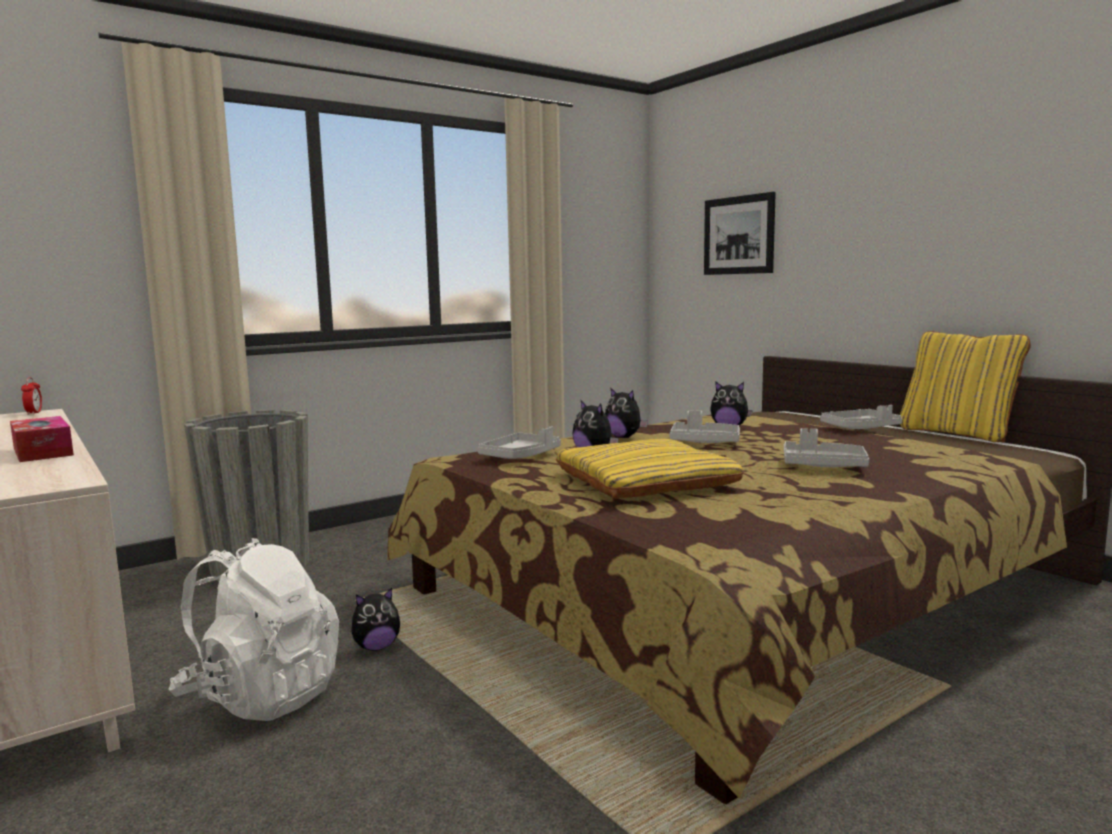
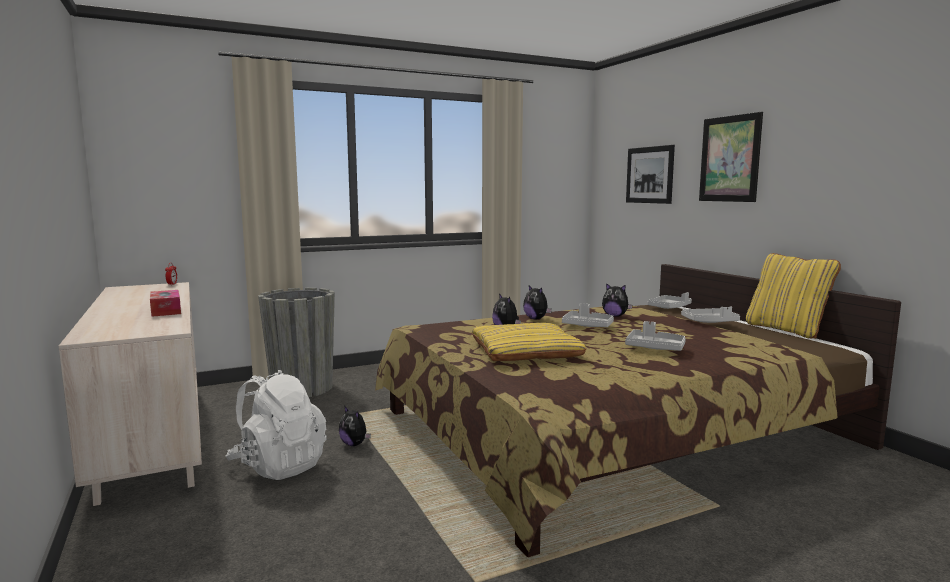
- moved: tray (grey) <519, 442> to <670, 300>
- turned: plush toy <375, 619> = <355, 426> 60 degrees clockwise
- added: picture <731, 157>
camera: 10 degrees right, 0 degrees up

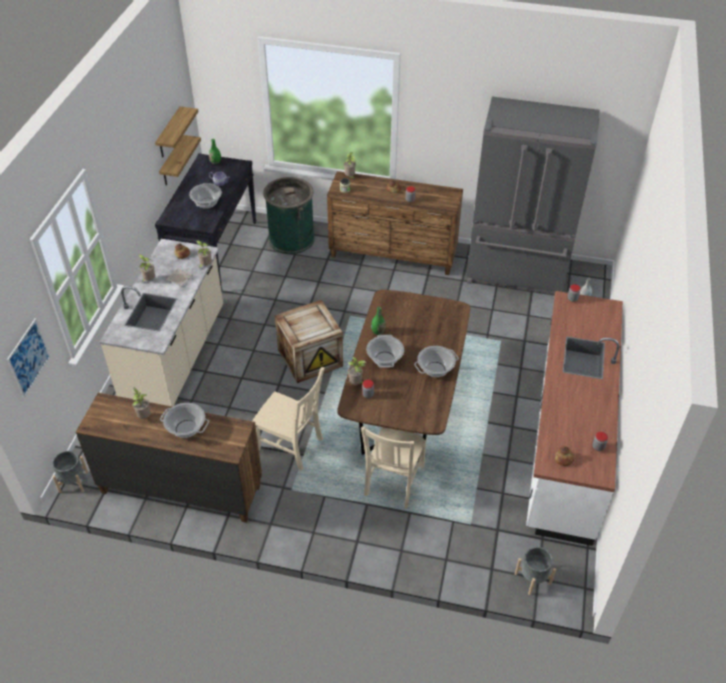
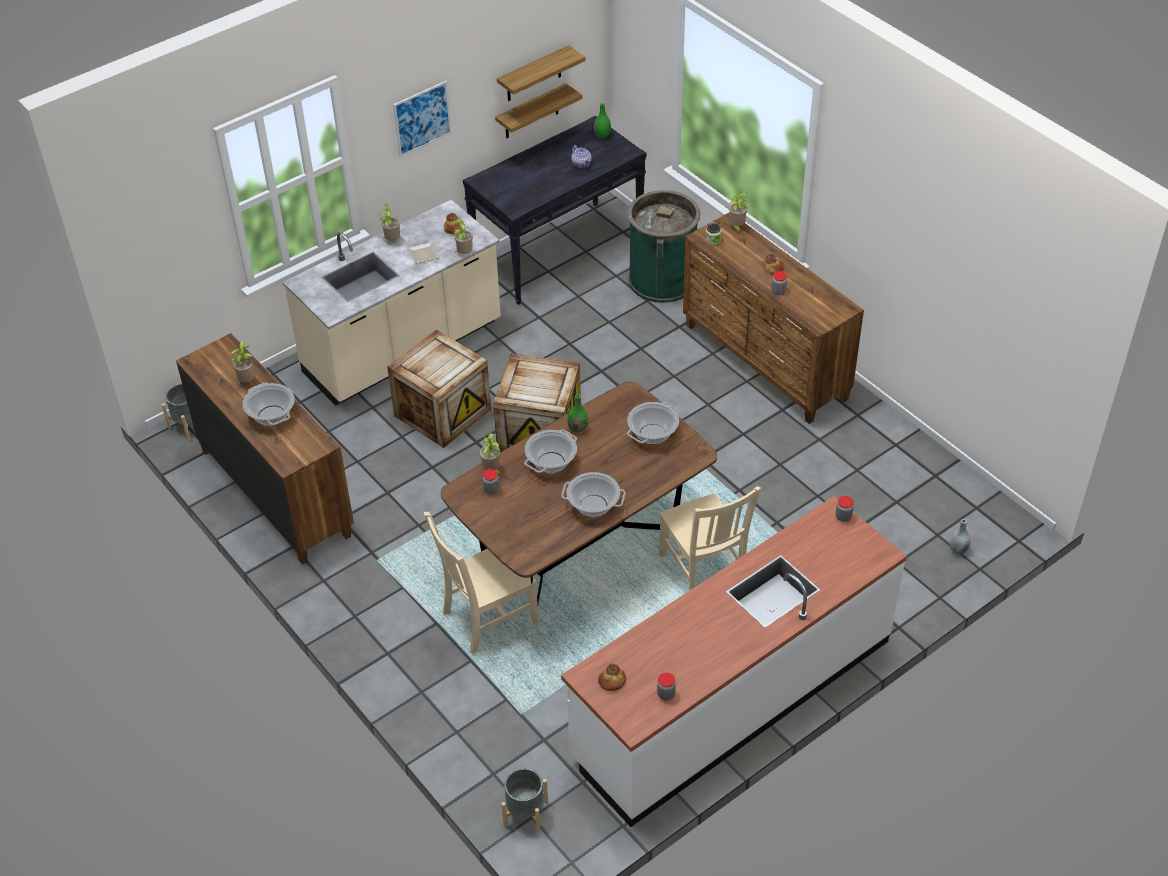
- removed: fridge (grey) <533, 195>
- moved: cooking pot <205, 196> to <653, 423>
- moved: picture <28, 358> to <422, 119>
- moved: chair (beige) <288, 419> to <710, 538>
- added: crate <439, 389>
camera: 40 degrees right, 0 degrees up

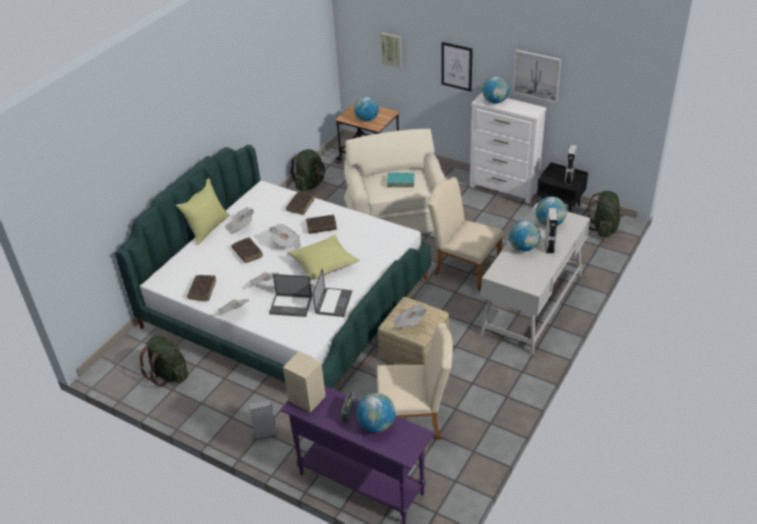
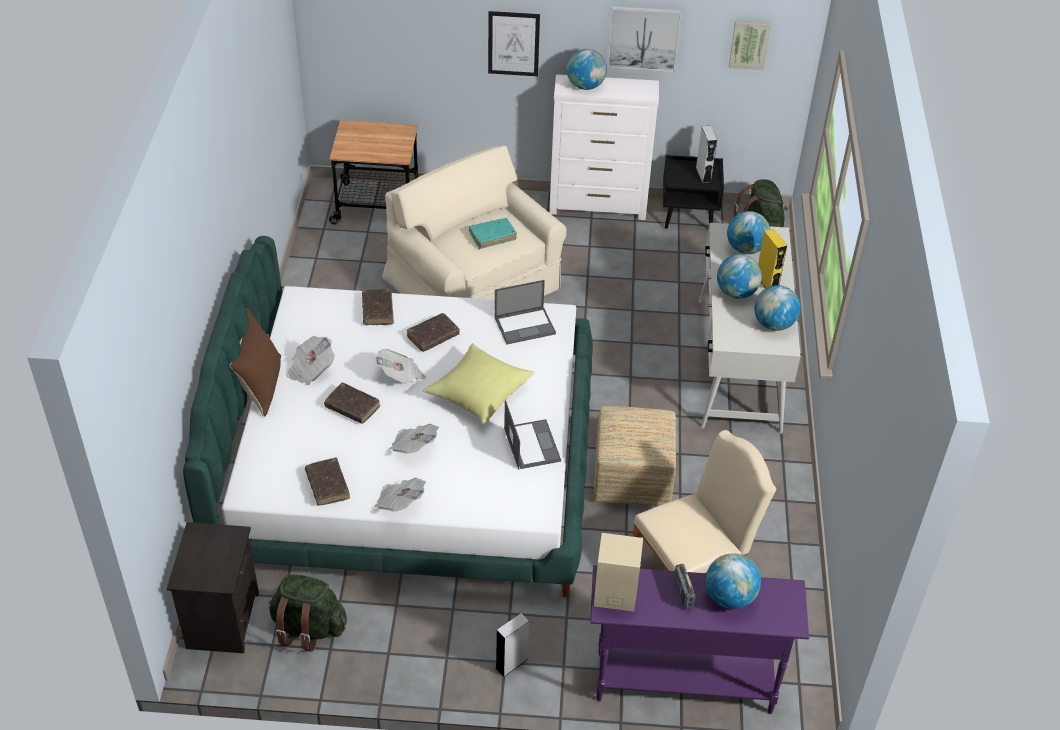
- moved: picture <391, 50> to <750, 45>
- moved: globe <366, 108> to <777, 308>
- removed: backpack (green) <307, 170>
- removed: chair (beige) <465, 234>
- recoloured: pillow (yellow) <203, 211> to pillow (brown) <255, 362>
- recoloured: speaker (grey) <551, 231> to speaker (yellow) <772, 259>
- moved: laptop <290, 295> to <525, 312>
- removed: newspaper <410, 317>
- added: nightstand (black) <213, 587>
camera: 30 degrees left, 5 degrees up

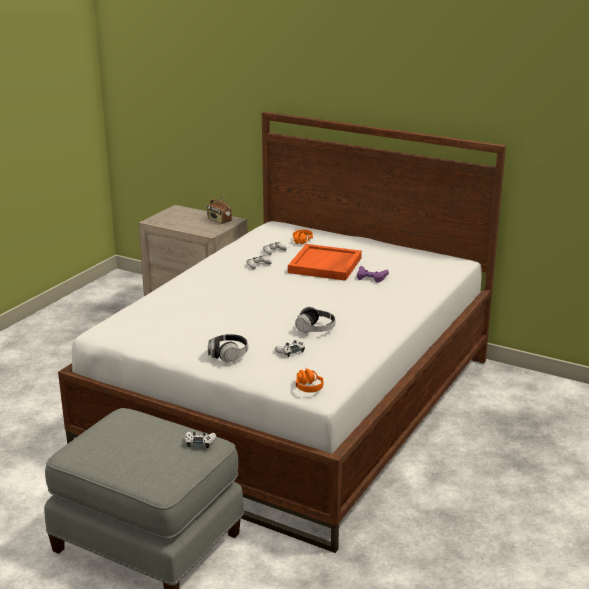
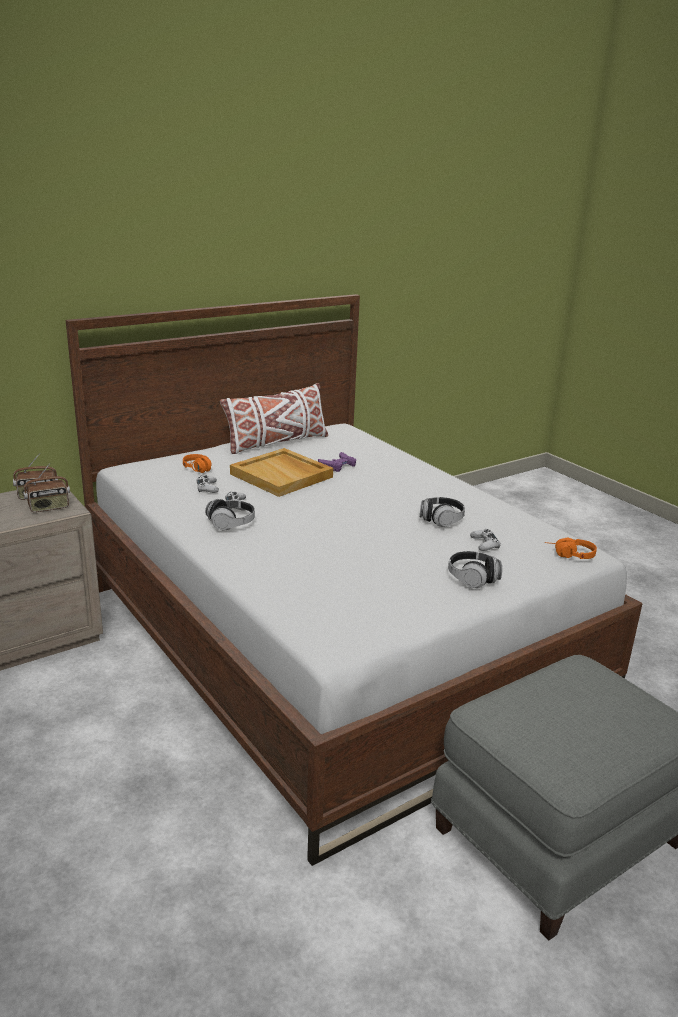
- recoloured: tray (orange) <325, 262> to tray (beige) <281, 472>
- removed: game controller (white) <200, 440>
- added: pillow (white) <274, 418>
- added: radio <46, 487>
- added: headphones <230, 514>
camera: 65 degrees left, 0 degrees up

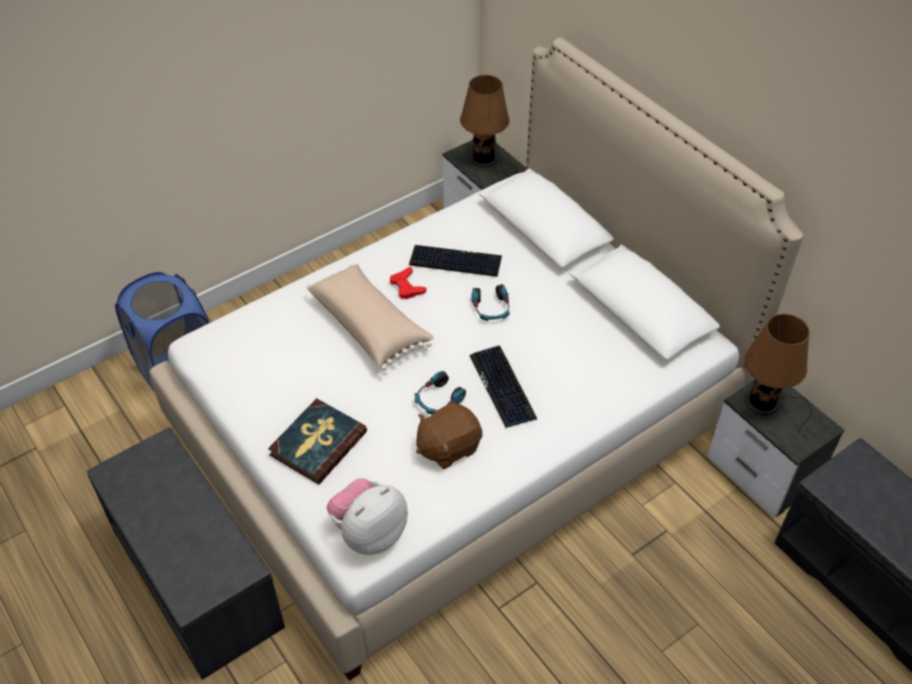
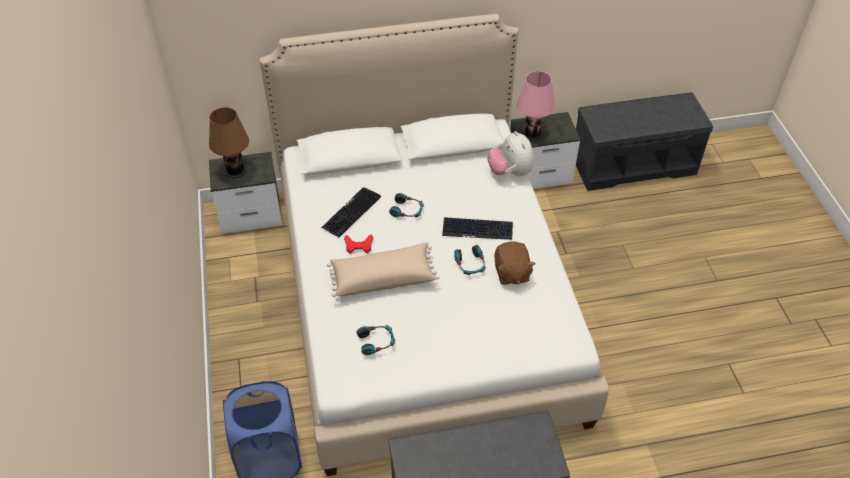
- recoloured: table lamp (brown) <778, 375> to table lamp (pink) <541, 106>
- removed: book <317, 441>
- moved: plush toy <367, 516> to <510, 154>
- added: headphones <375, 340>
camera: 65 degrees left, 0 degrees up

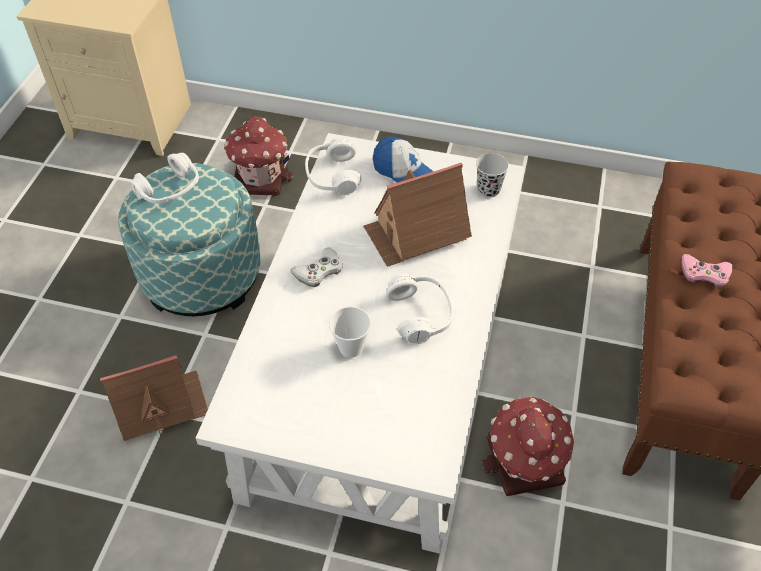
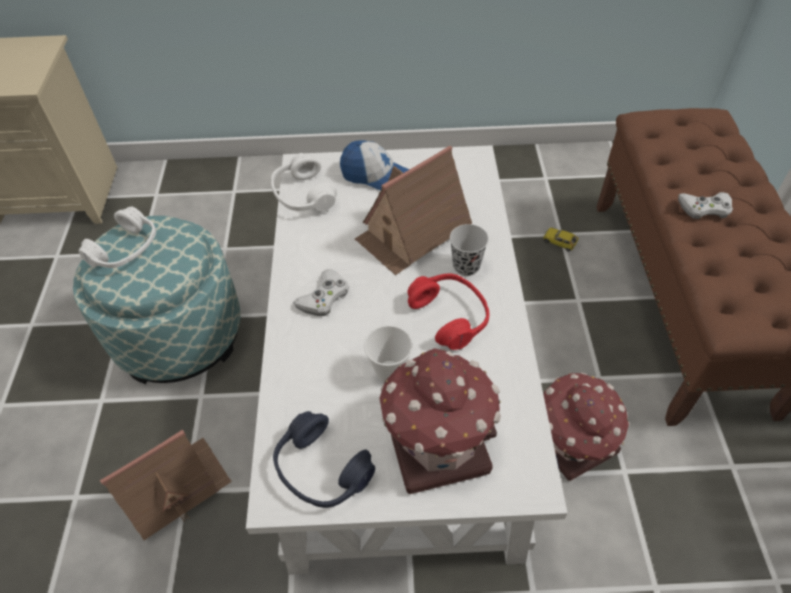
- moved: toy house <258, 156> to <440, 421>
- moved: cup (black) <492, 175> to <469, 250>
- recoloured: game controller (pink) <707, 270> to game controller (white) <705, 205>
- recoloured: headphones (white) <419, 308> to headphones (red) <448, 312>
- added: toy car <561, 239>
- added: headphones (blue) <324, 459>
camera: 15 degrees left, 0 degrees up

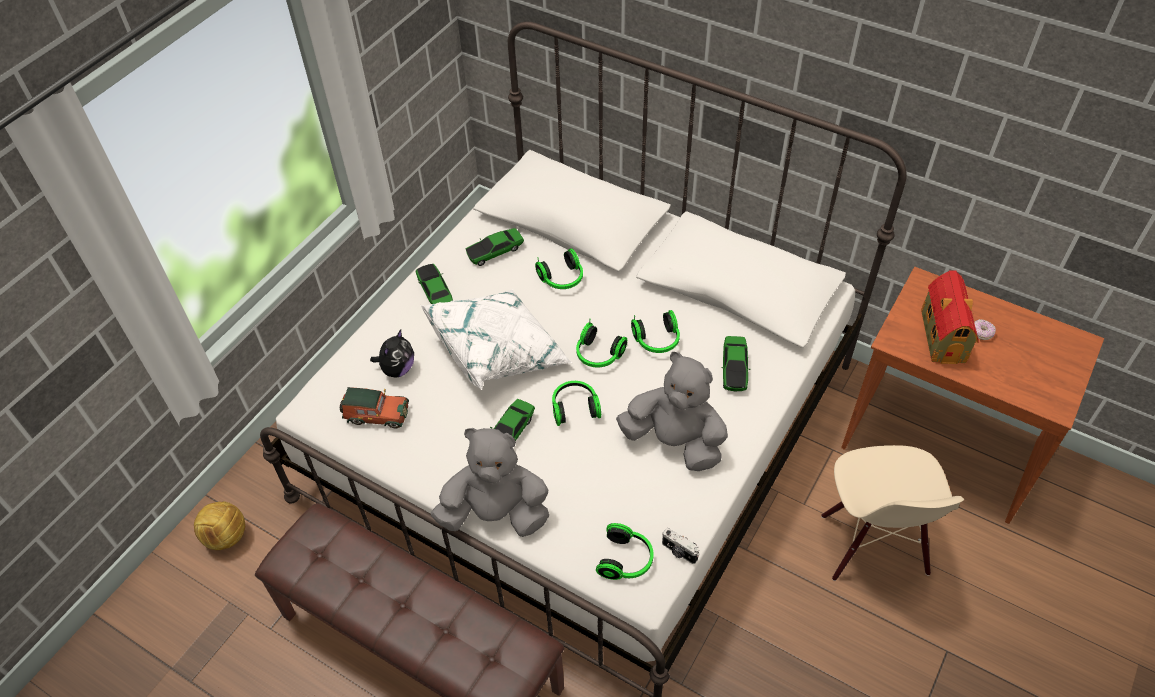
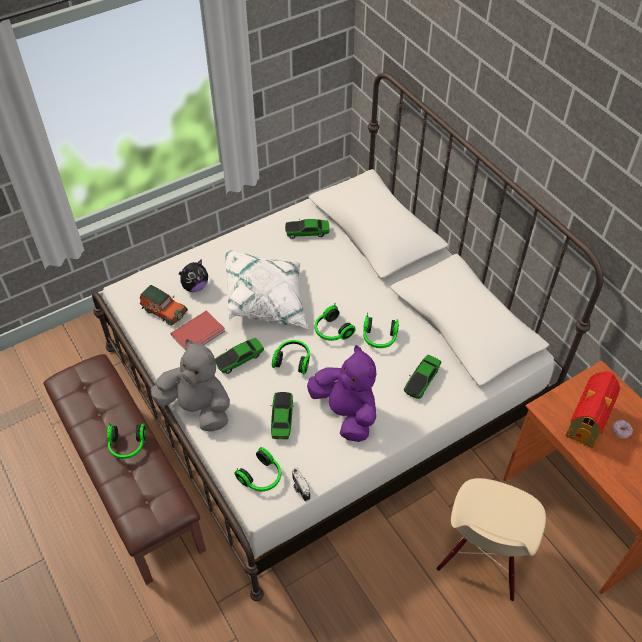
- moved: headphones <559, 268> to <126, 440>
- moved: toy car <434, 284> to <282, 415>
- recoloured: plush toy (grey) <672, 411> to plush toy (purple) <341, 393>
- removed: football <219, 525>
- added: book (red) <197, 330>
camera: 25 degrees right, 0 degrees up

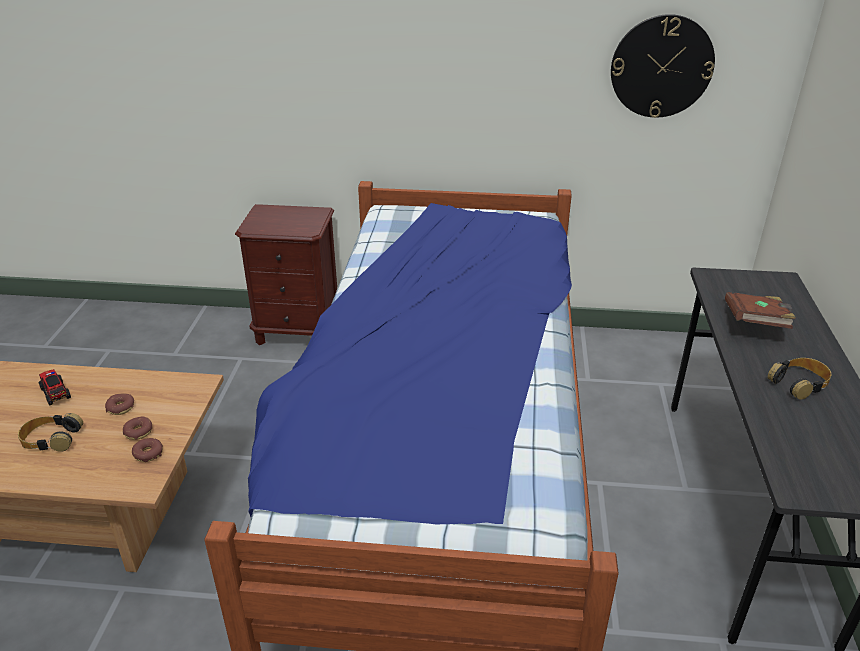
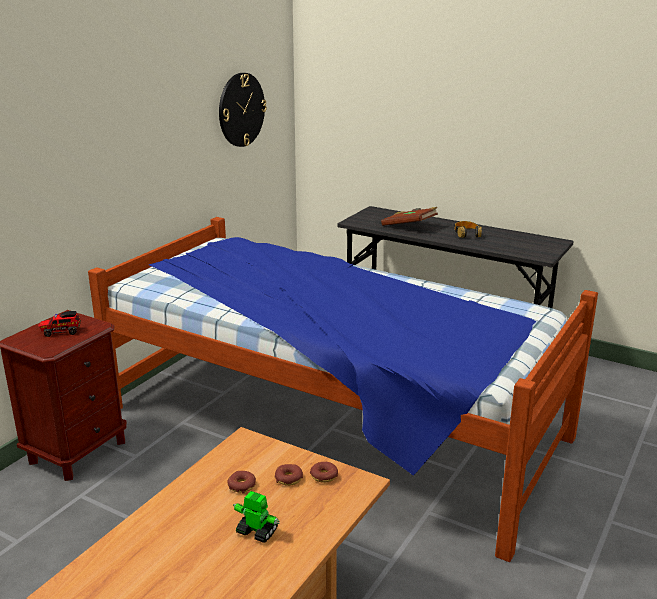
- moved: toy truck <54, 387> to <59, 324>
- replaced: headphones <50, 432> to toy robot <256, 517>
camera: 65 degrees left, 10 degrees down

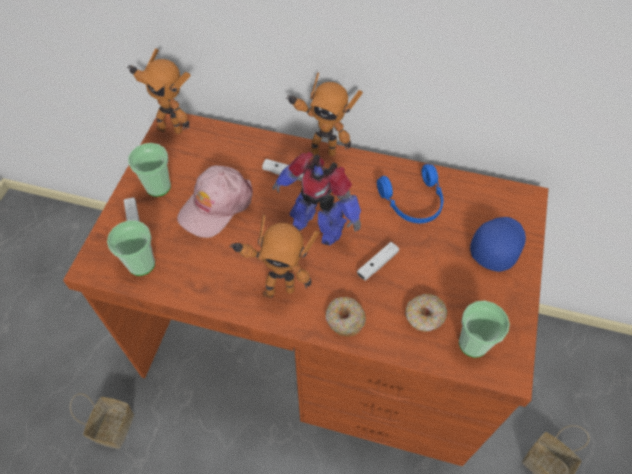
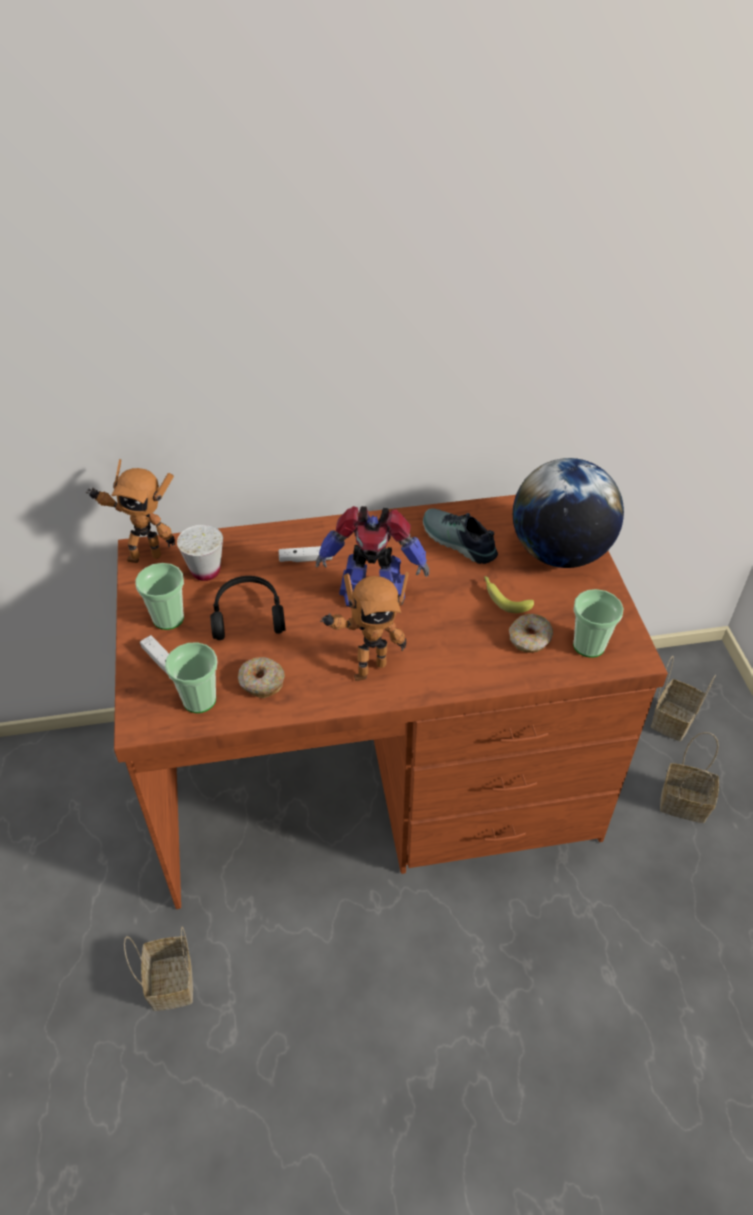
- removed: toy robot <324, 115>
- replaced: headphones (blue) <410, 193> to shoe <460, 536>
- replaced: cap (pink) <215, 201> to headphones (black) <248, 608>
- replaced: cap (blue) <498, 244> to globe <568, 513>
- removed: game controller (white) <378, 261>
- moved: donut <346, 317> to <261, 677>
- added: cup (white) <200, 553>
- added: banana <509, 594>
- added: basket <683, 698>
camera: 25 degrees left, 10 degrees down

